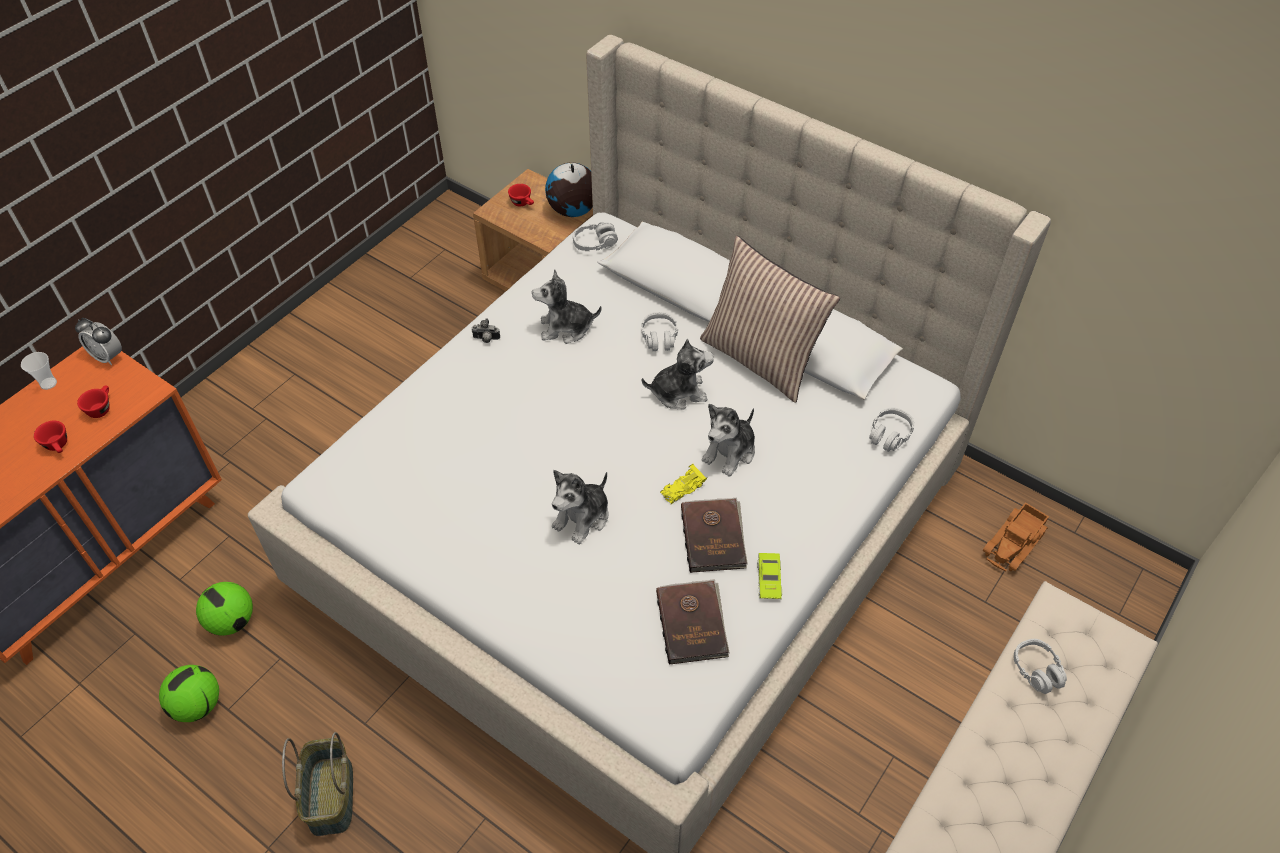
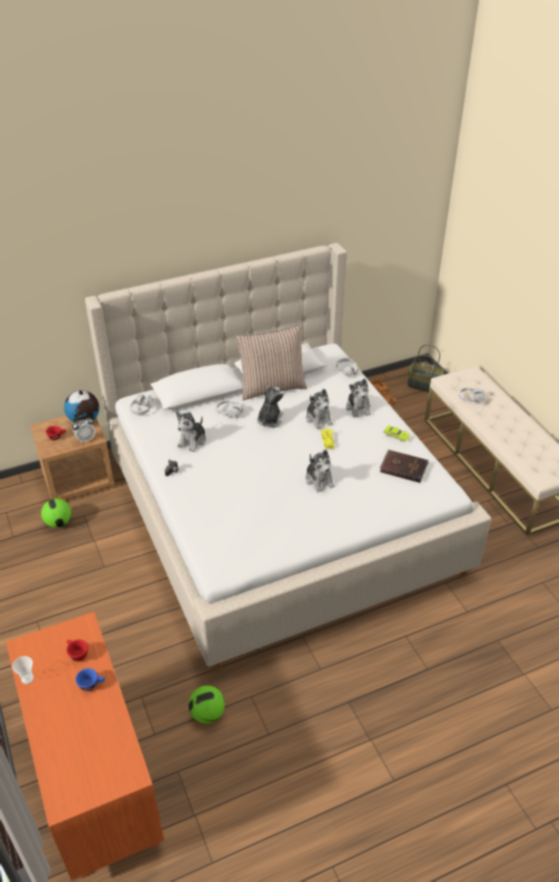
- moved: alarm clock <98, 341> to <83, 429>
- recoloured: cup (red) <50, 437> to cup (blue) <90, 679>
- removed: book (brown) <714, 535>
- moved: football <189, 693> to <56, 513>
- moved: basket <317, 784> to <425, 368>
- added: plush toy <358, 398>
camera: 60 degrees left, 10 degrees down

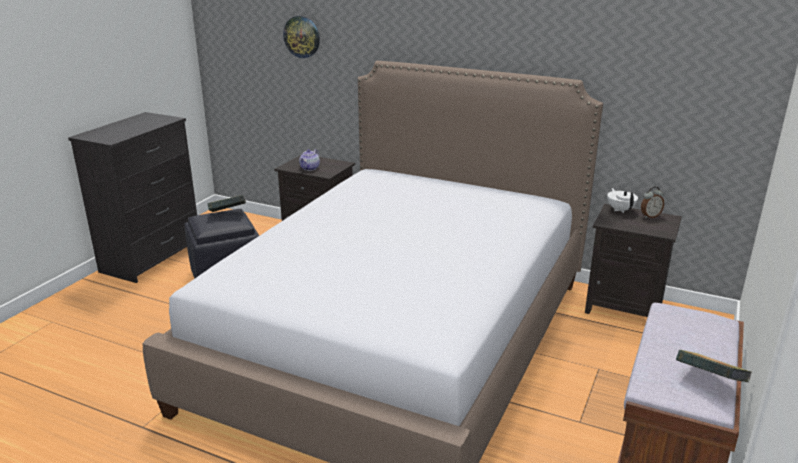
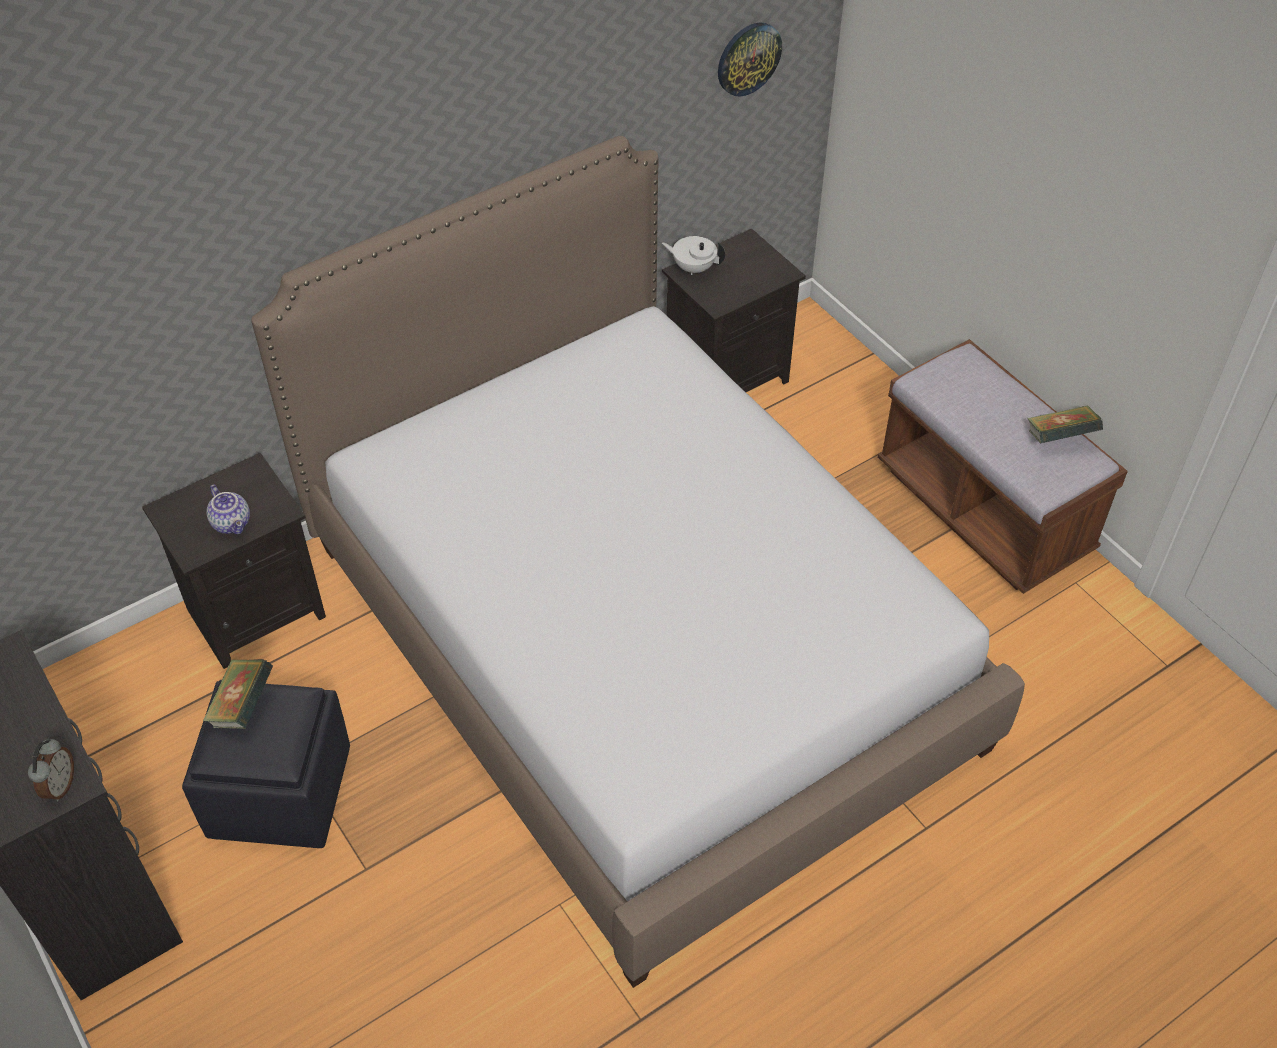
- moved: wall clock <301, 37> to <750, 59>
- moved: alarm clock <652, 202> to <51, 769>
camera: 60 degrees left, 25 degrees up

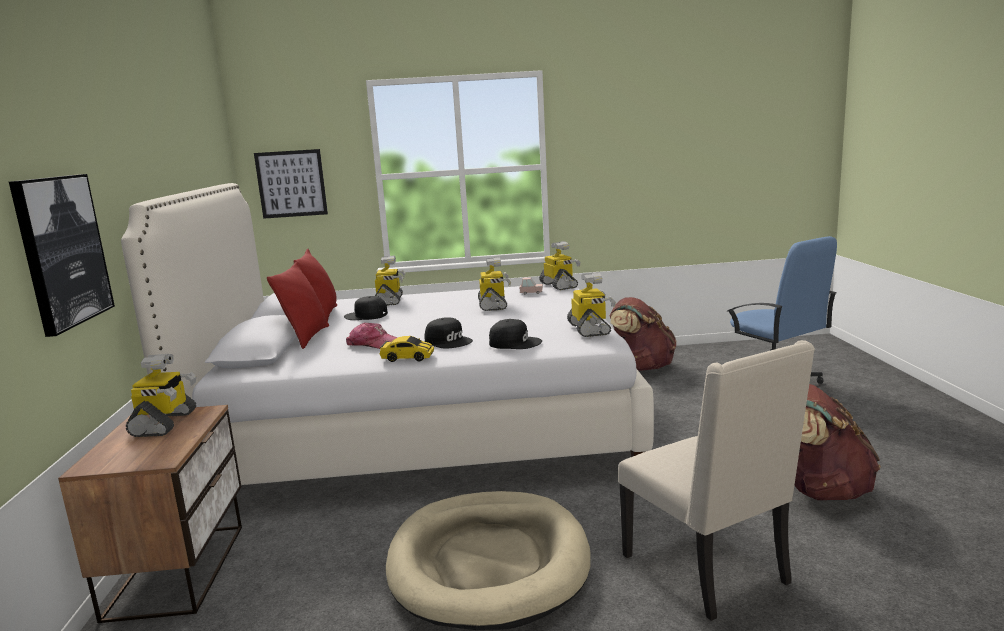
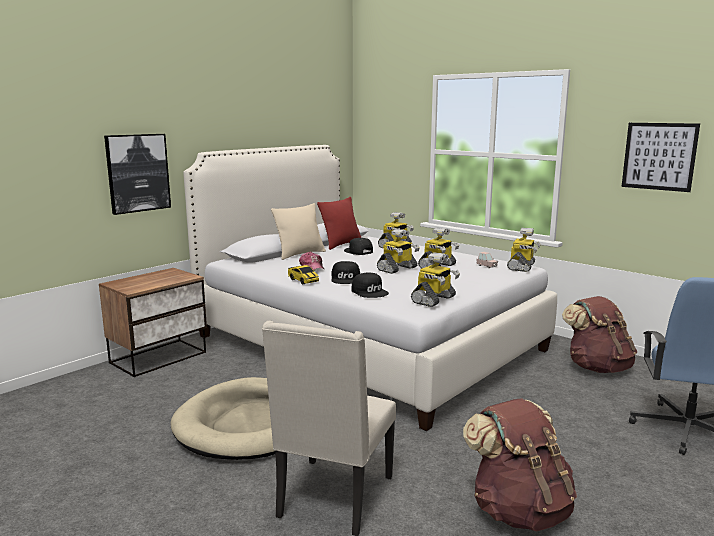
- moved: picture <291, 184> to <661, 157>
- recoloured: pillow (red) <298, 305> to pillow (beige) <298, 231>
- moved: toy robot <161, 395> to <398, 251>
camera: 45 degrees right, 0 degrees up

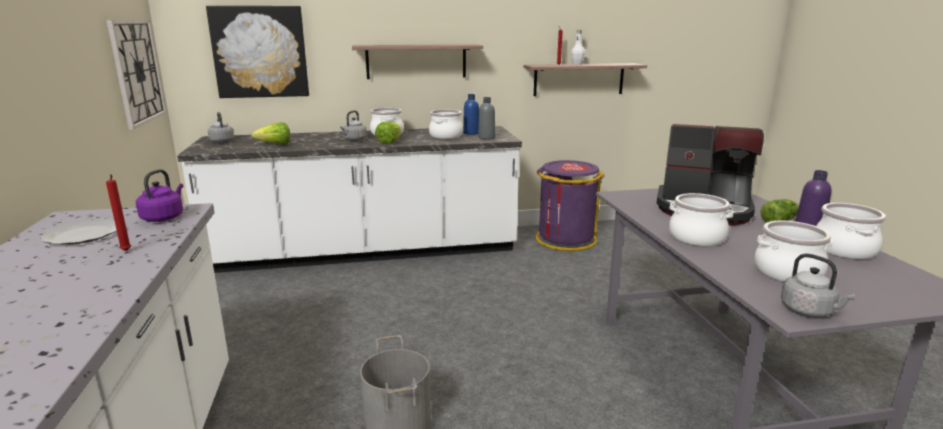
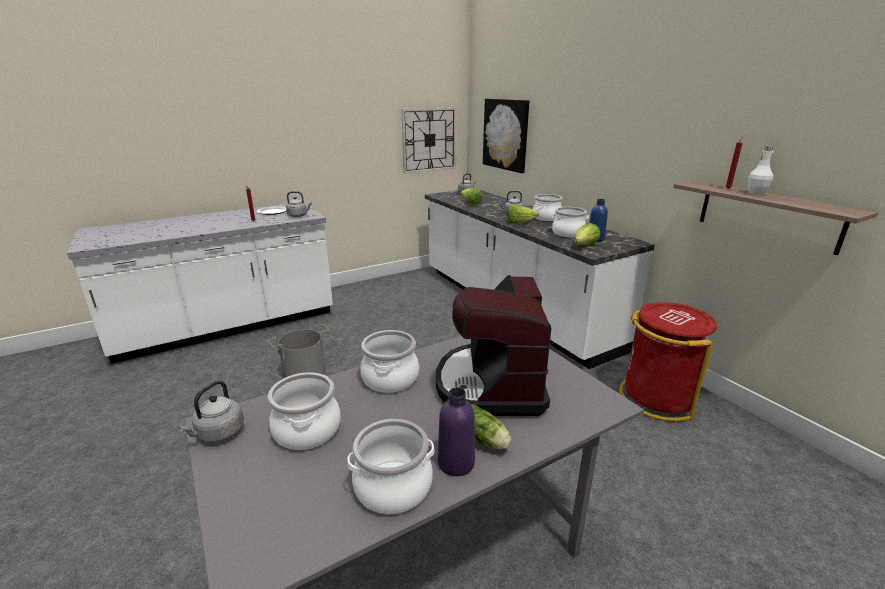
- removed: shelf <417, 61>
- replaced: bottle (grey) <486, 118> to lettuce <587, 234>
- recoloured: trash can (purple) <569, 205> to trash can (red) <668, 362>
- recoloured: kettle (purple) <159, 195> to kettle (grey) <299, 204>
camera: 70 degrees right, 5 degrees up

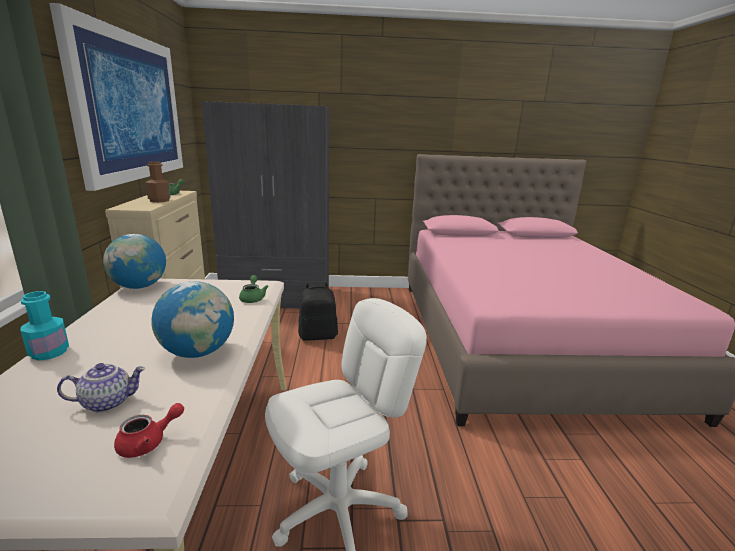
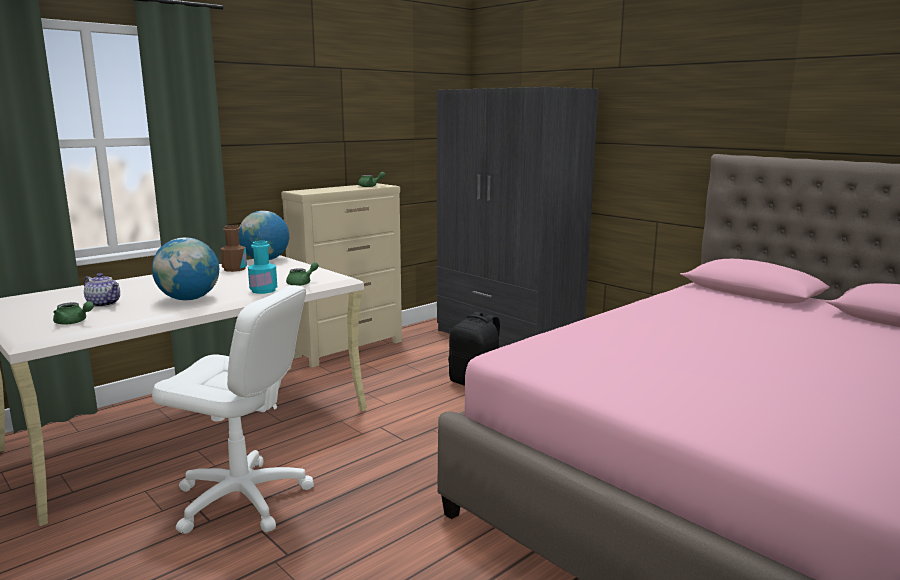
- removed: picture <116, 97>
- moved: bottle (brown) <158, 181> to <233, 248>
- moved: bottle (turquoise) <45, 325> to <262, 267>
- recoloured: teapot (red) <149, 430> to teapot (green) <73, 313>
camera: 50 degrees right, 5 degrees down

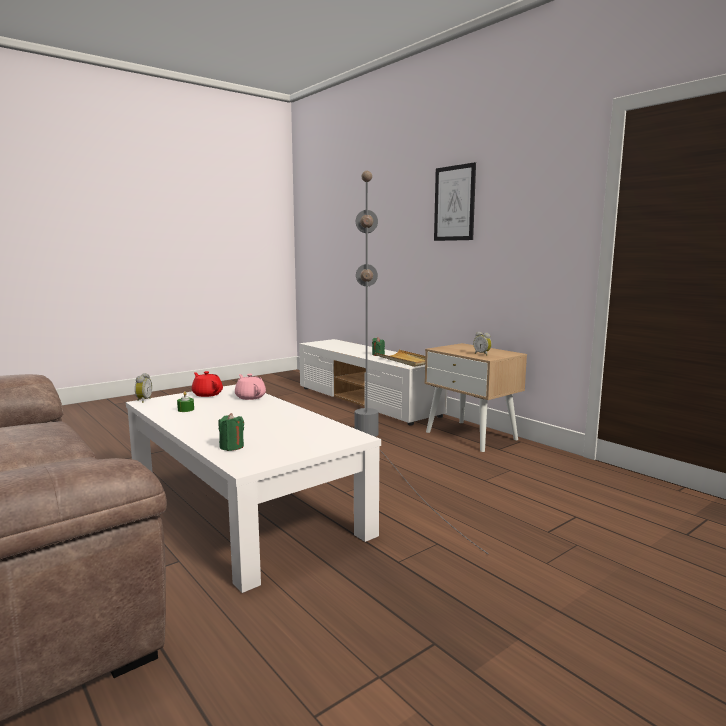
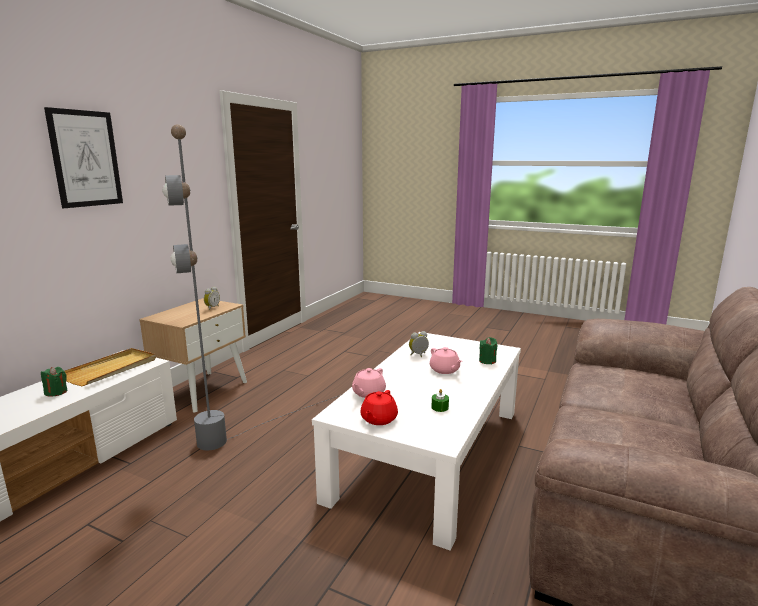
- moved: alarm clock <143, 388> to <419, 344>
- added: teapot (pink) <446, 360>
camera: 115 degrees left, 5 degrees up

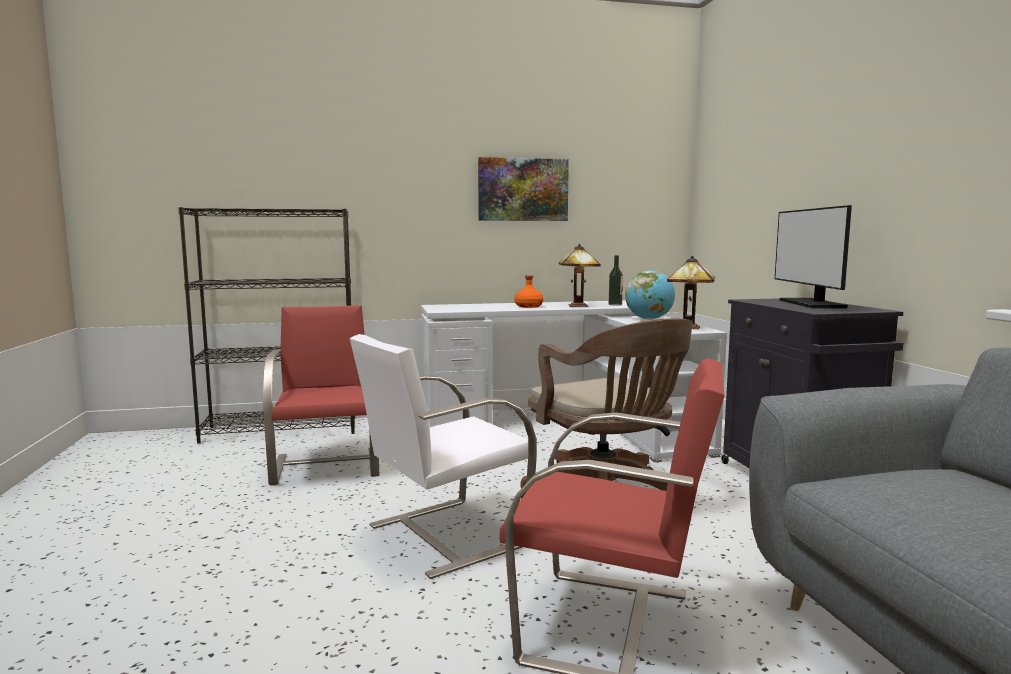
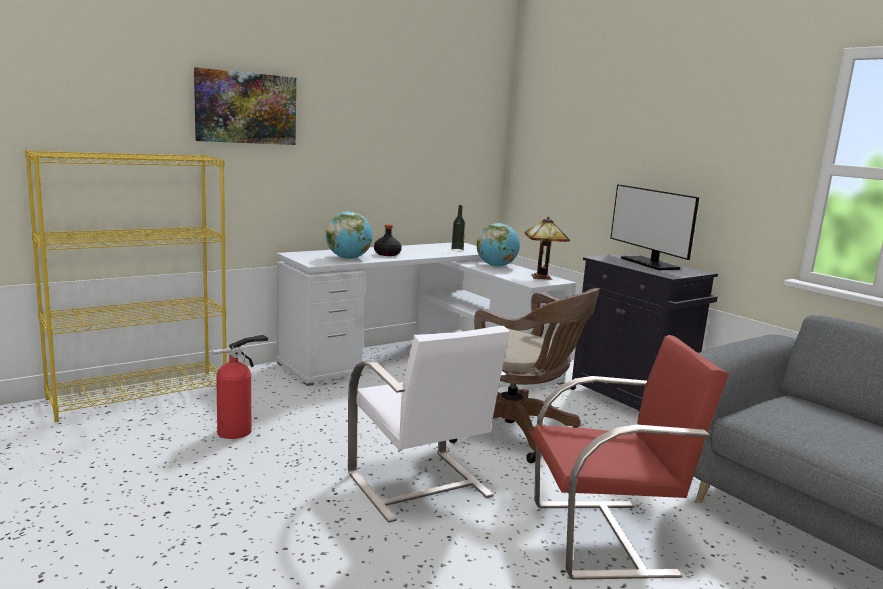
- moved: picture <523, 189> to <245, 106>
- recoloured: bookcase (black) <267, 325> to bookcase (yellow) <126, 286>
- removed: table lamp <580, 275>
- recoloured: bottle (orange) <529, 291> to bottle (black) <388, 240>
- replaced: chair (red) <321, 395> to fire extinguisher <240, 387>
- turned: chair (white) <443, 456> = <429, 424> 60 degrees counterclockwise
- added: globe <349, 235>
camera: 25 degrees left, 5 degrees up

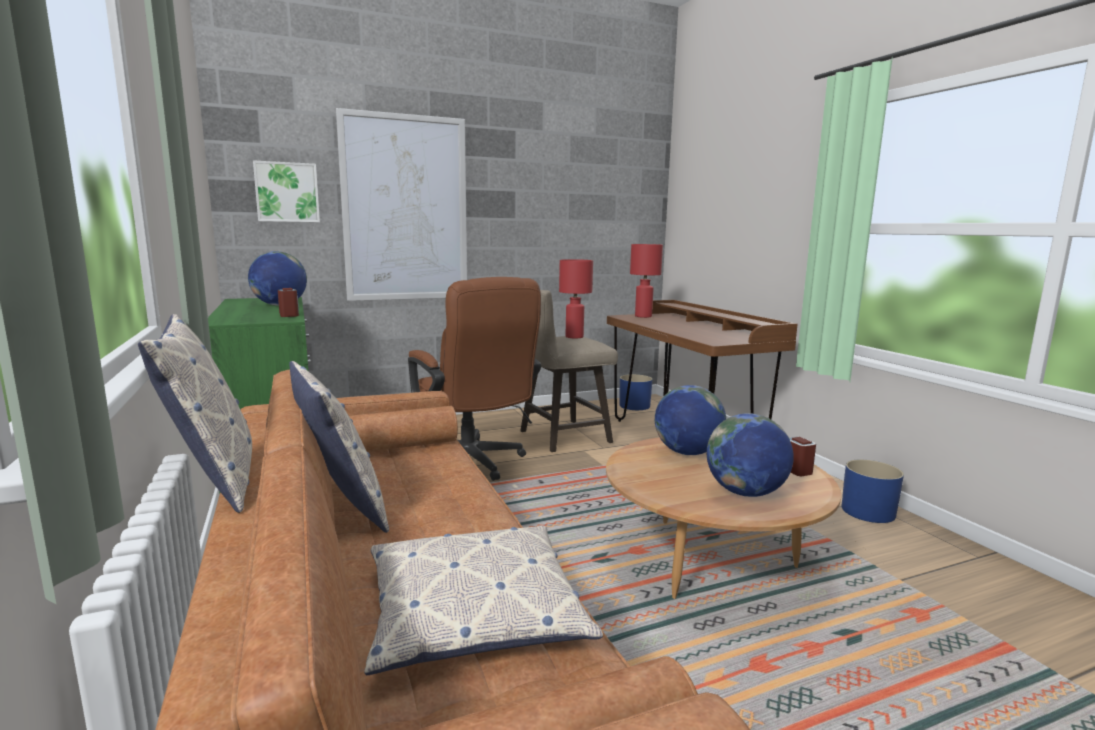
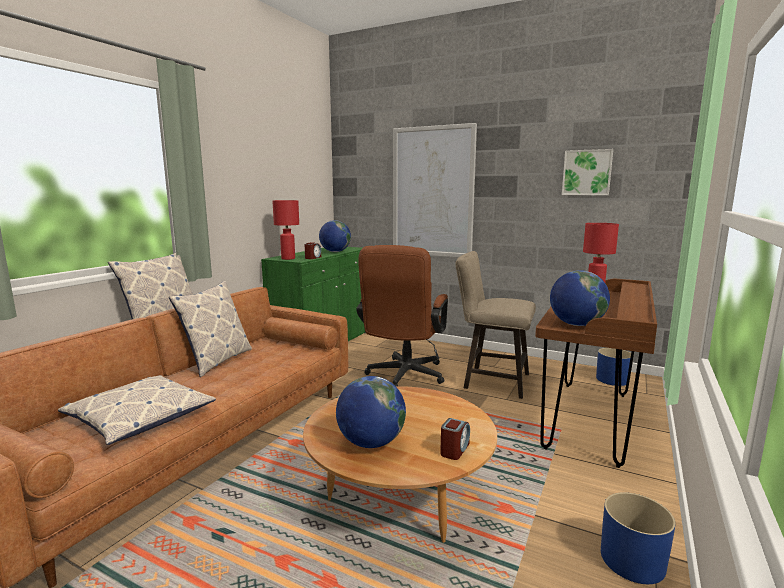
- moved: picture <286, 191> to <587, 172>
- moved: table lamp (red) <576, 299> to <285, 230>
- moved: globe <690, 420> to <580, 298>
camera: 50 degrees right, 0 degrees up

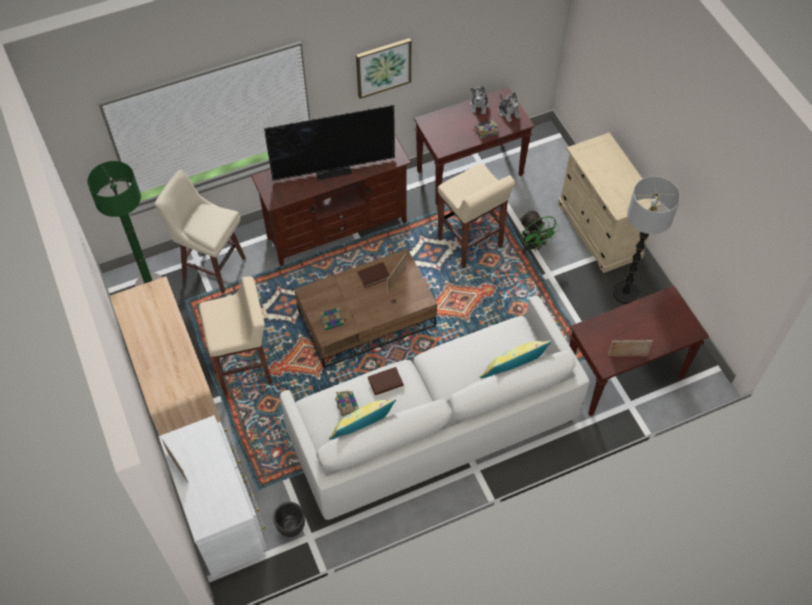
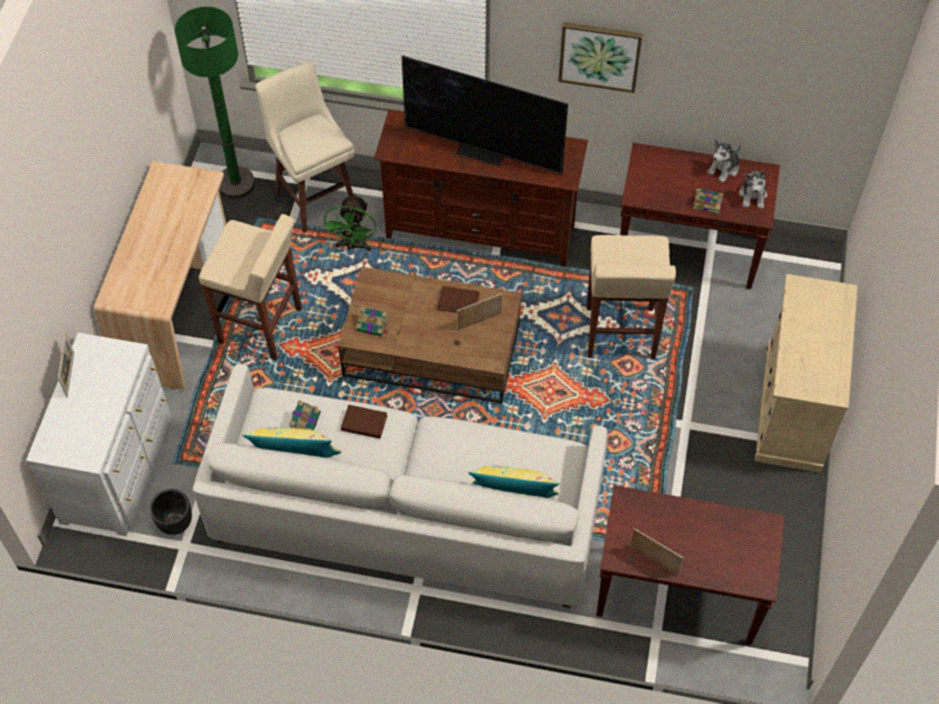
- removed: floor lamp <646, 240>
- moved: fan (green) <540, 232> to <349, 222>
camera: 35 degrees right, 0 degrees up

